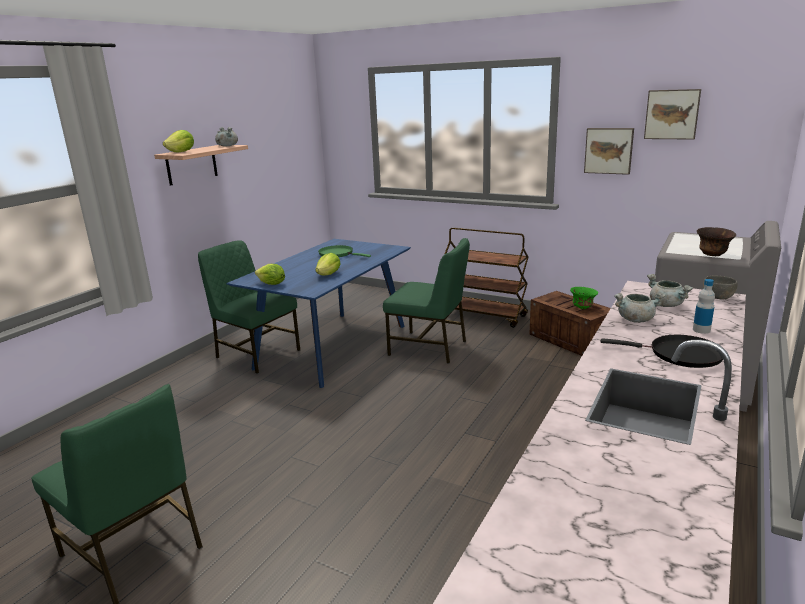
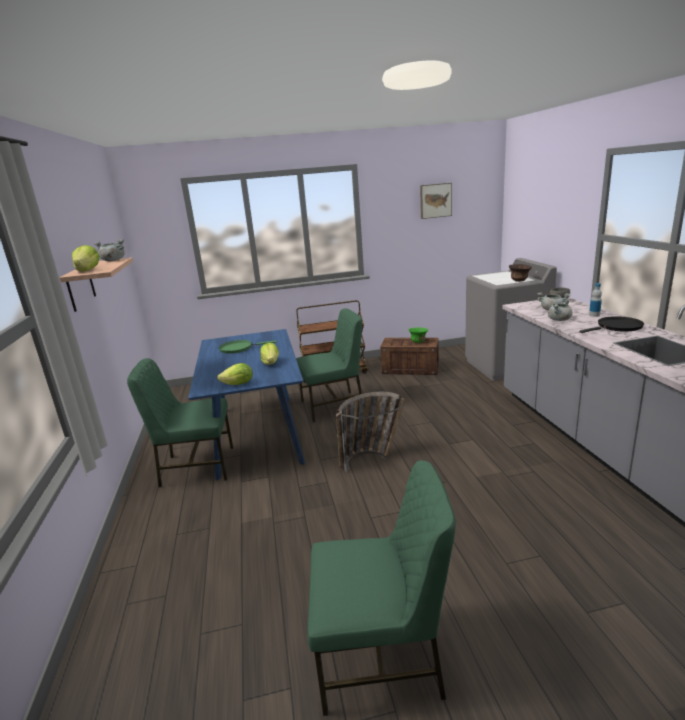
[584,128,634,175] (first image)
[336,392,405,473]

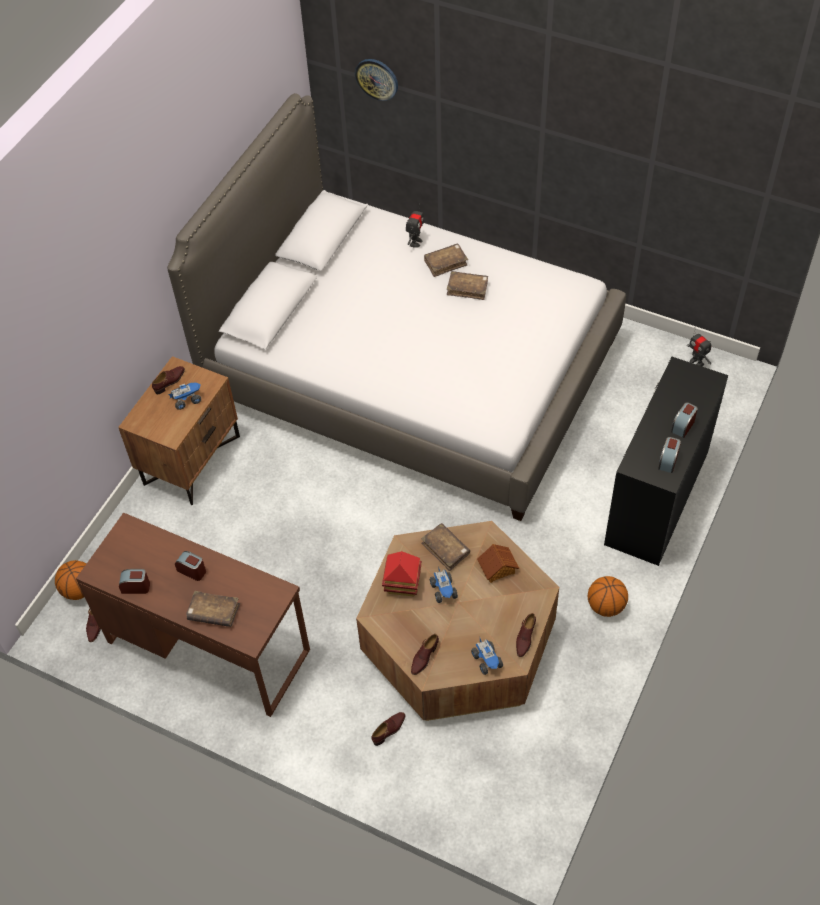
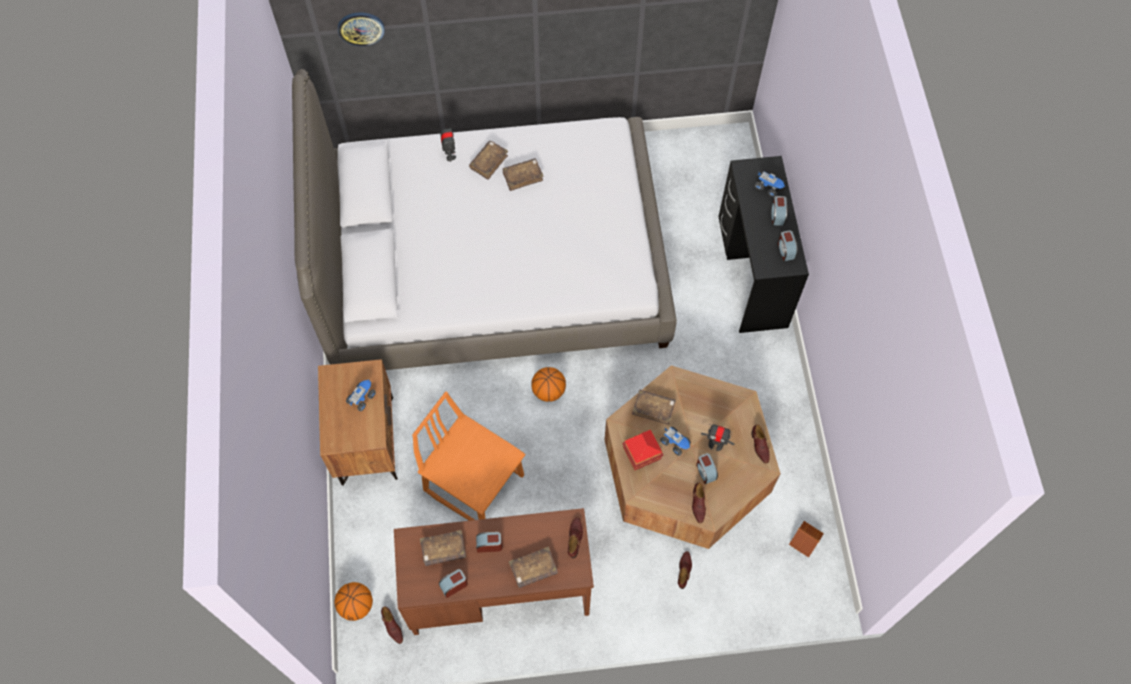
[412,391,526,521]
[420,530,466,566]
[696,453,718,484]
[568,517,583,559]
[755,171,785,197]
[789,521,824,557]
[532,367,566,402]
[701,424,734,451]

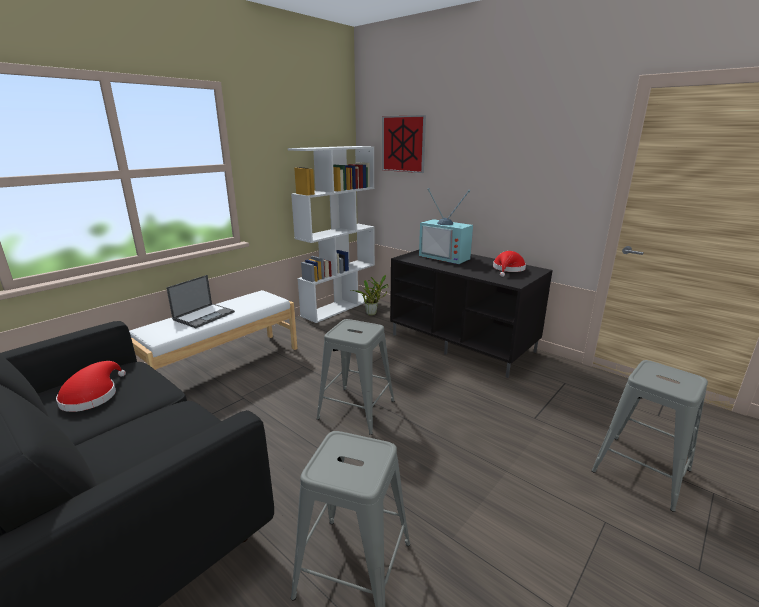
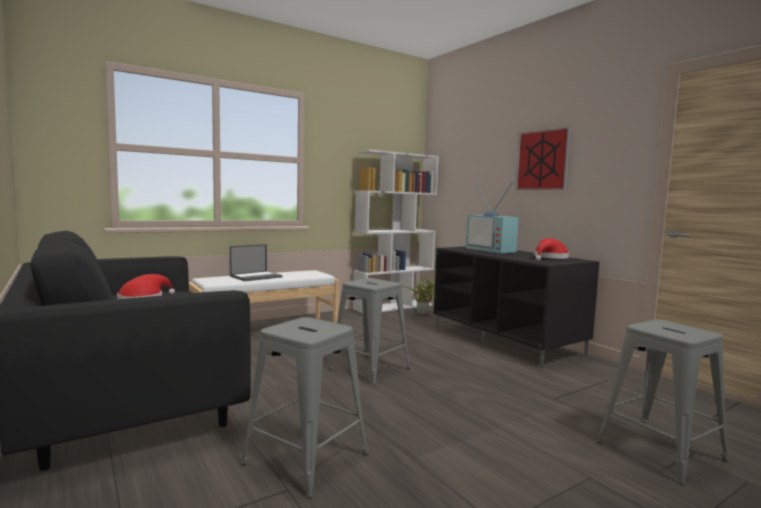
[515,127,571,190]

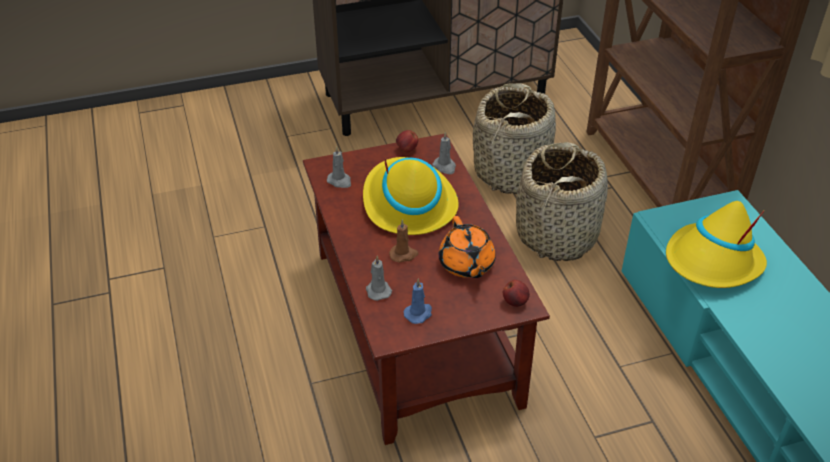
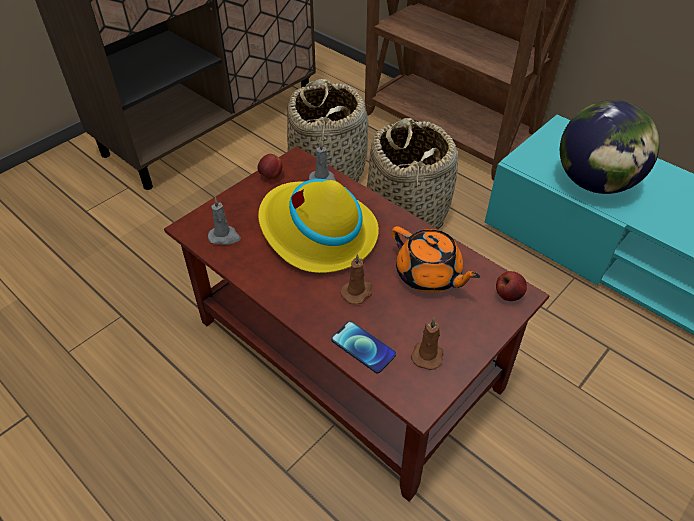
[331,321,396,373]
[560,100,660,194]
[411,318,443,370]

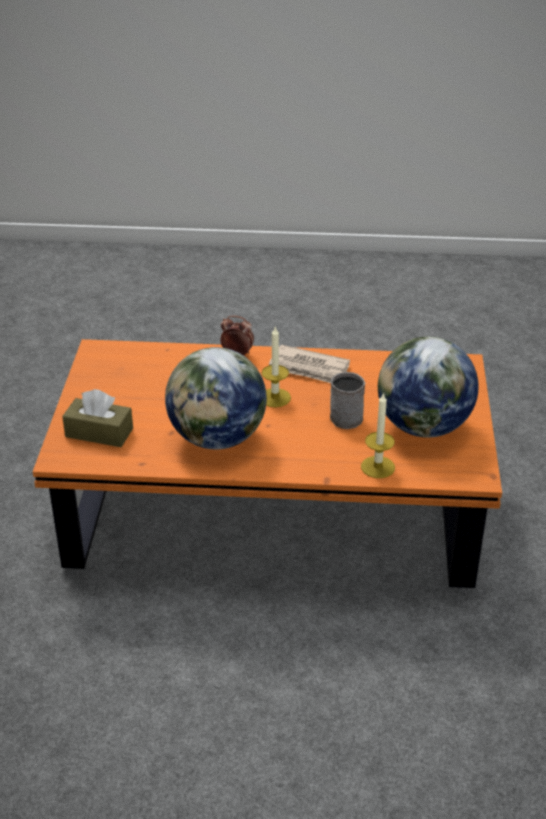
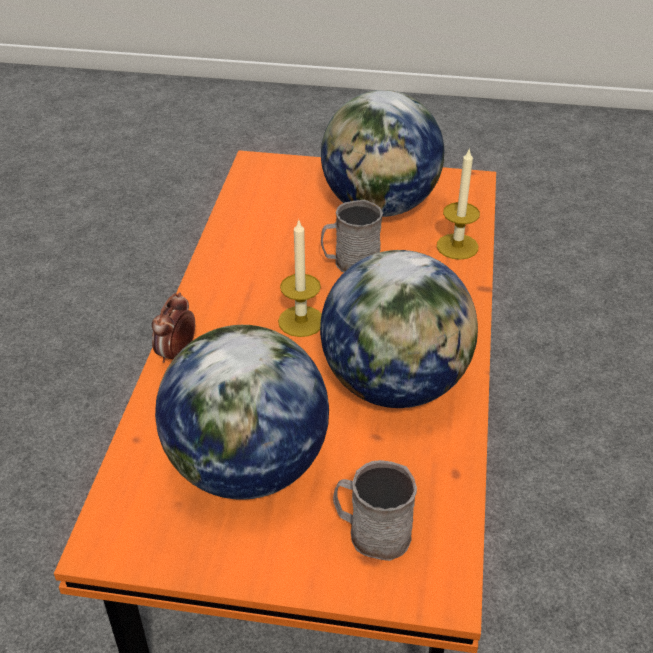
[269,345,350,383] (first image)
[155,325,329,500]
[333,460,417,561]

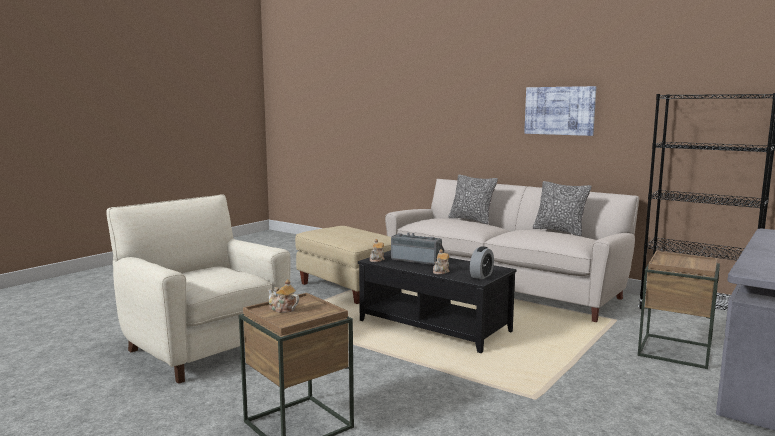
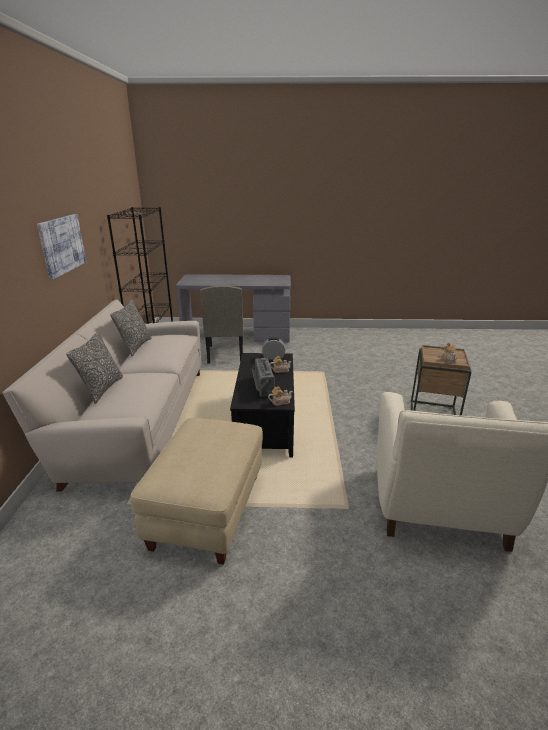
[200,285,243,364]

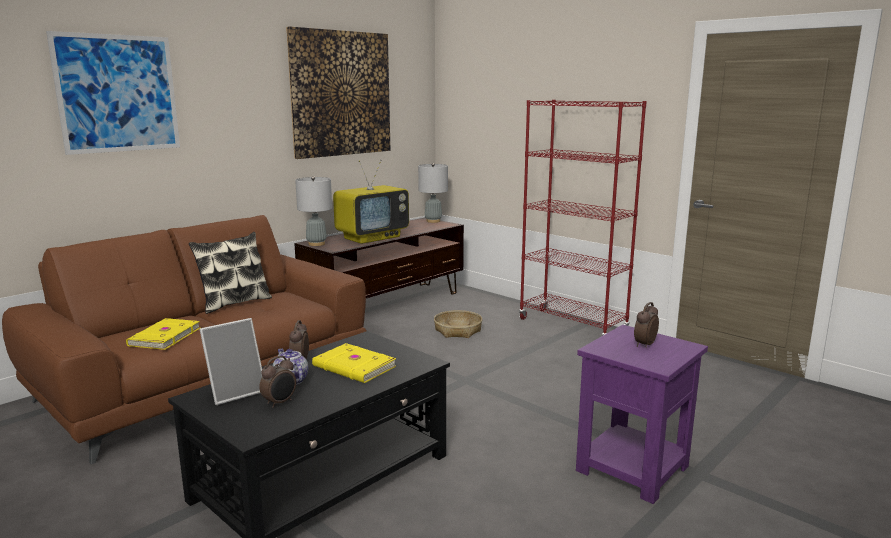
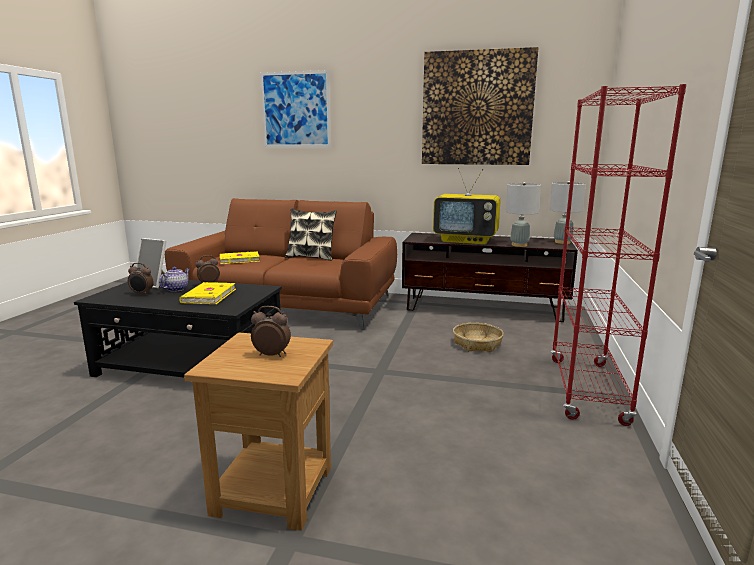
[506,182,541,247]
[184,333,333,531]

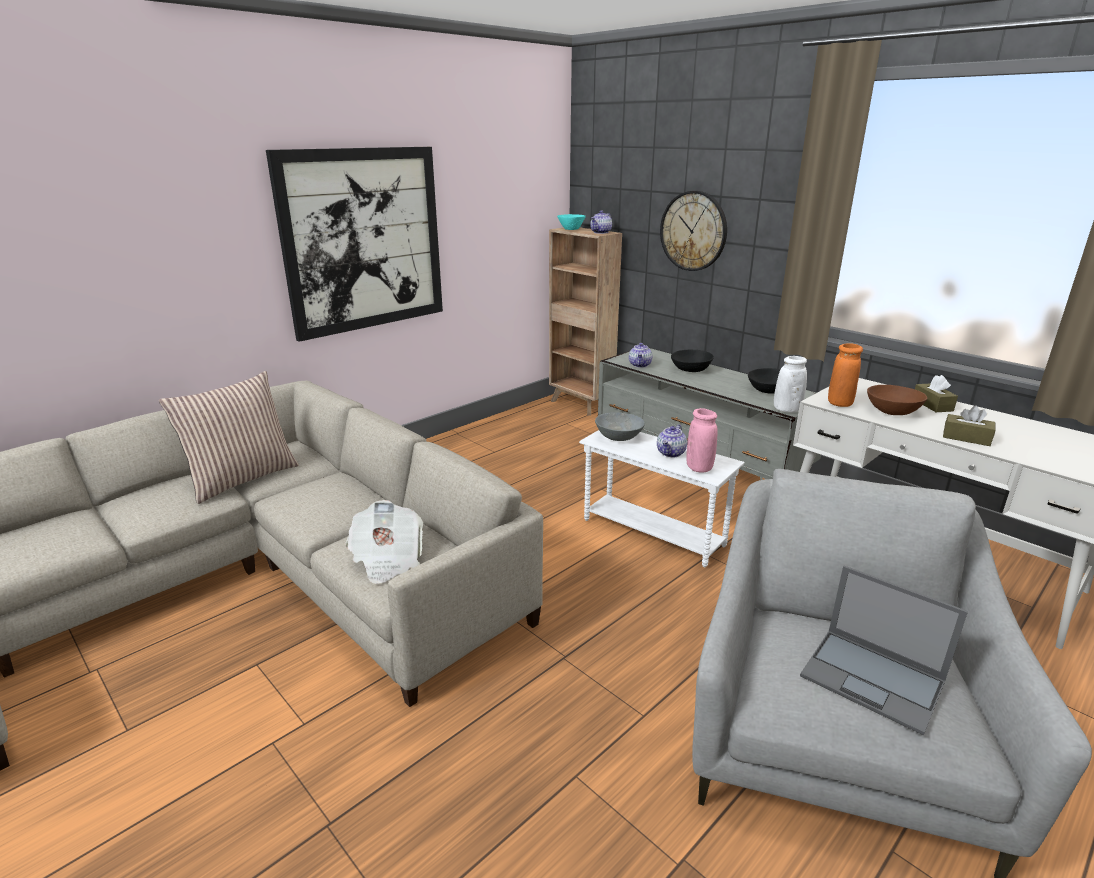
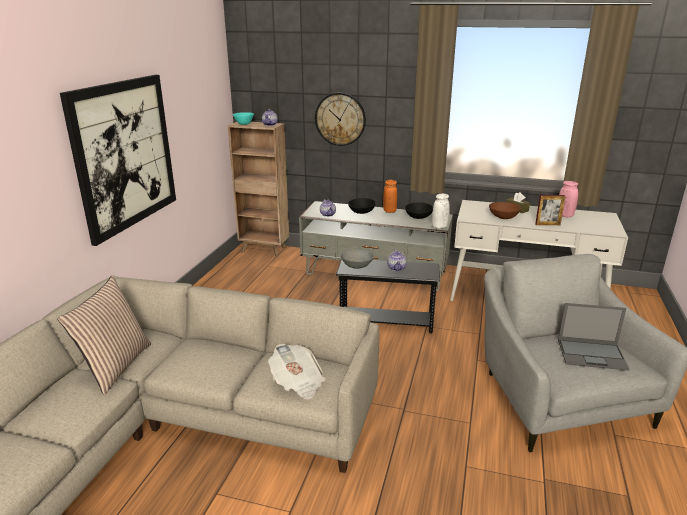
[559,181,578,217]
[383,180,397,213]
[535,195,566,225]
[336,258,440,334]

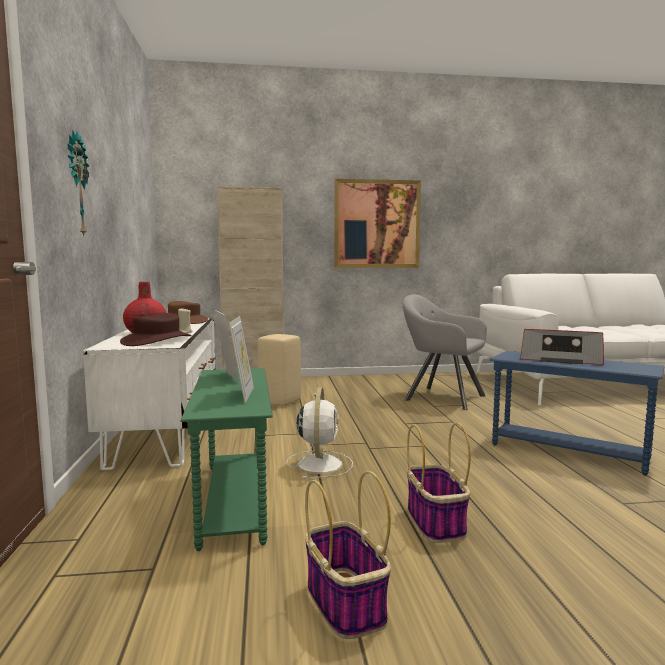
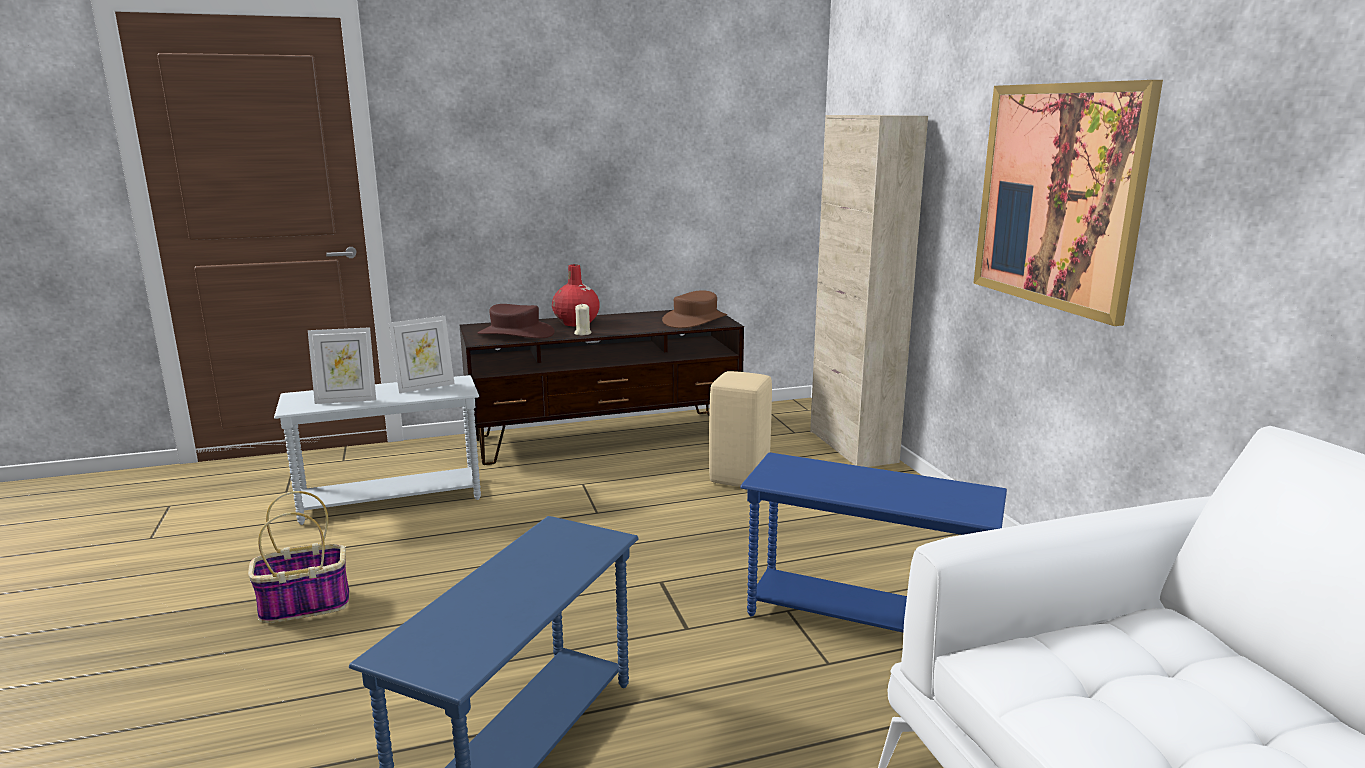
[68,130,89,237] (first image)
[286,387,353,479] (first image)
[305,471,391,639] (first image)
[520,329,604,365] (first image)
[740,452,1007,632]
[460,310,744,465]
[274,375,481,525]

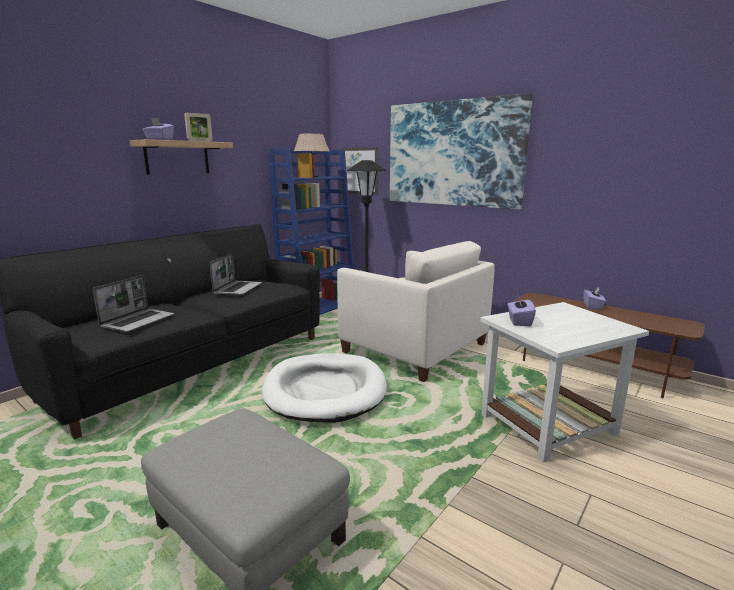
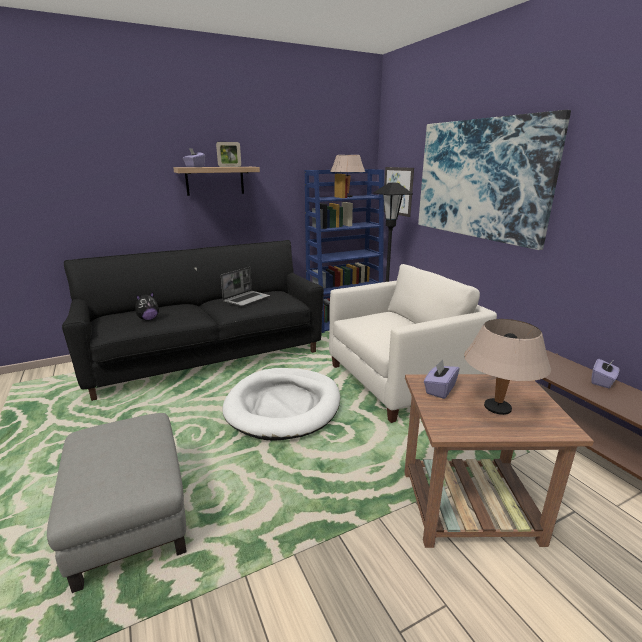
[464,319,551,415]
[136,292,159,320]
[405,374,594,548]
[329,264,497,423]

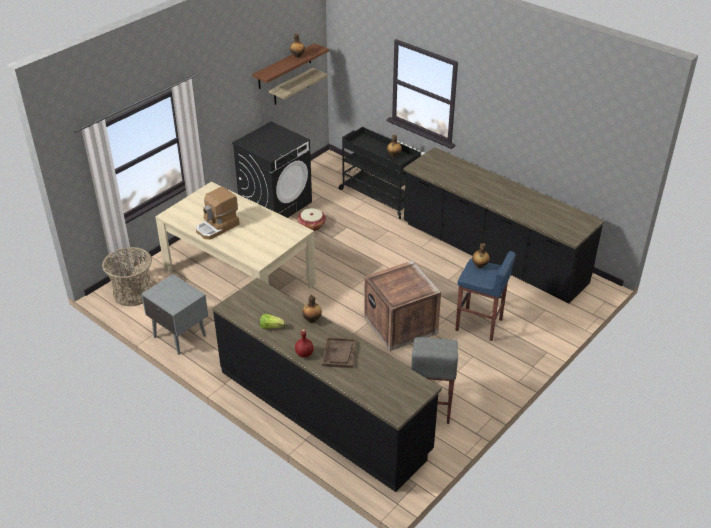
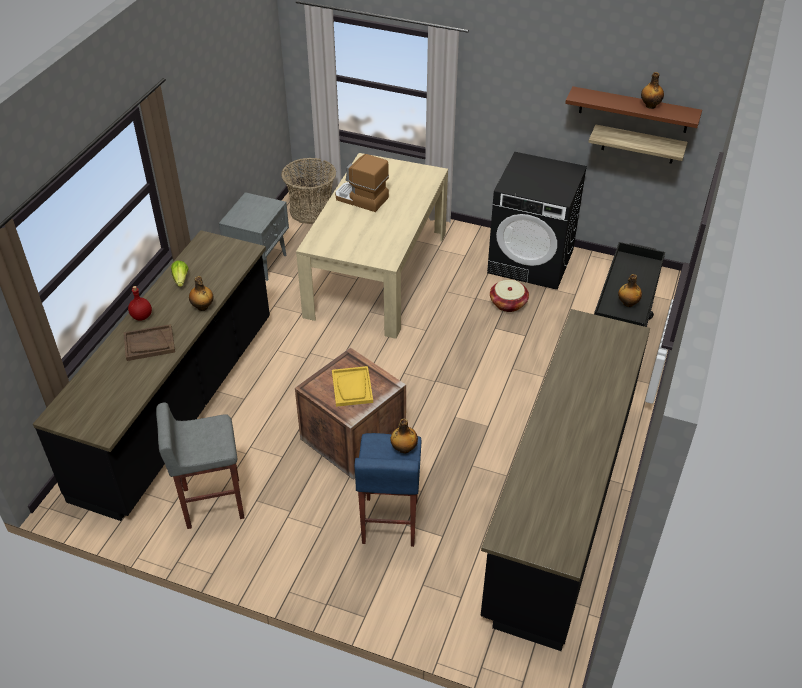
[332,366,373,407]

